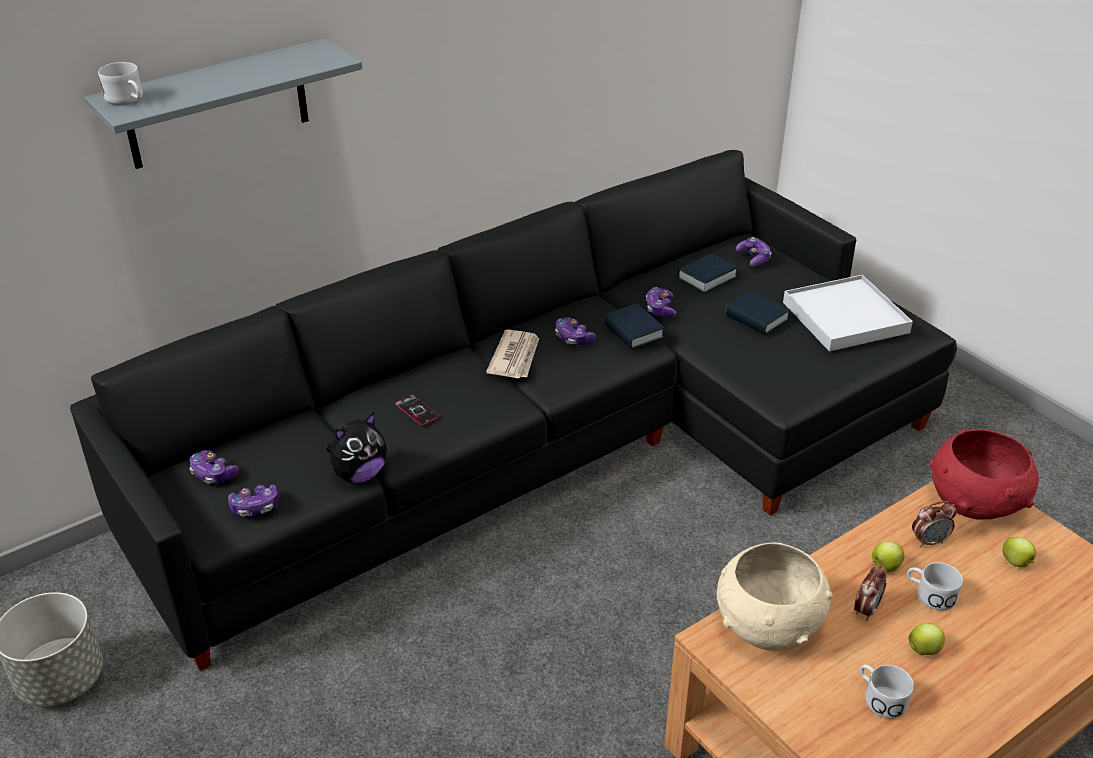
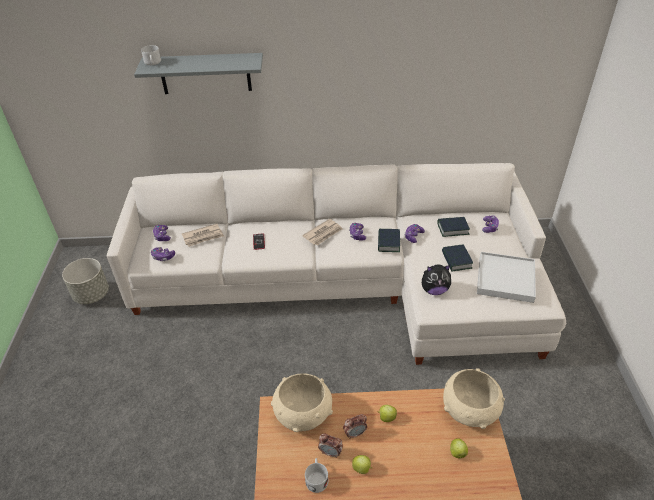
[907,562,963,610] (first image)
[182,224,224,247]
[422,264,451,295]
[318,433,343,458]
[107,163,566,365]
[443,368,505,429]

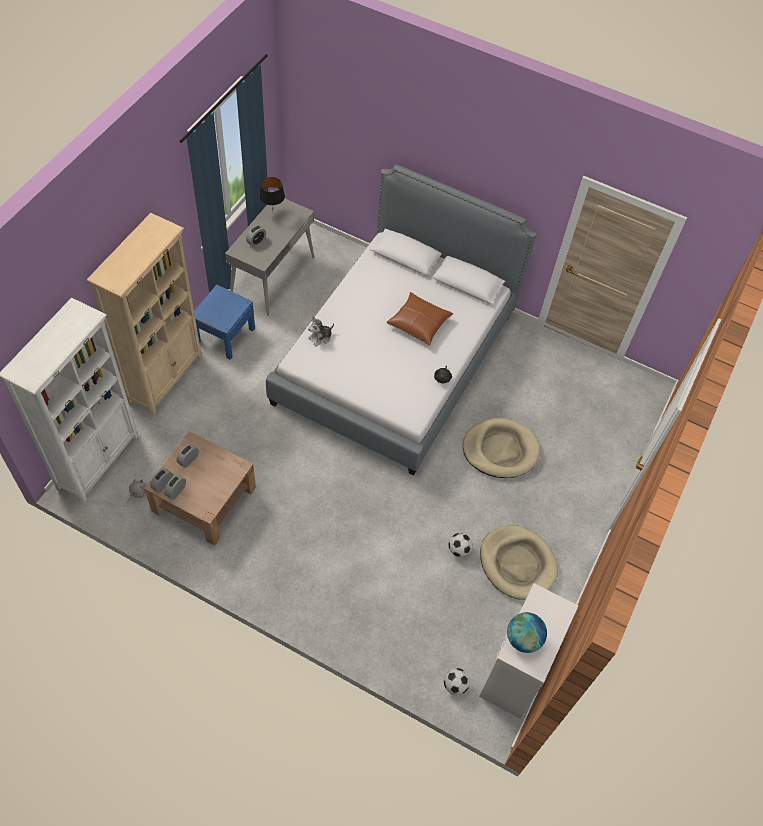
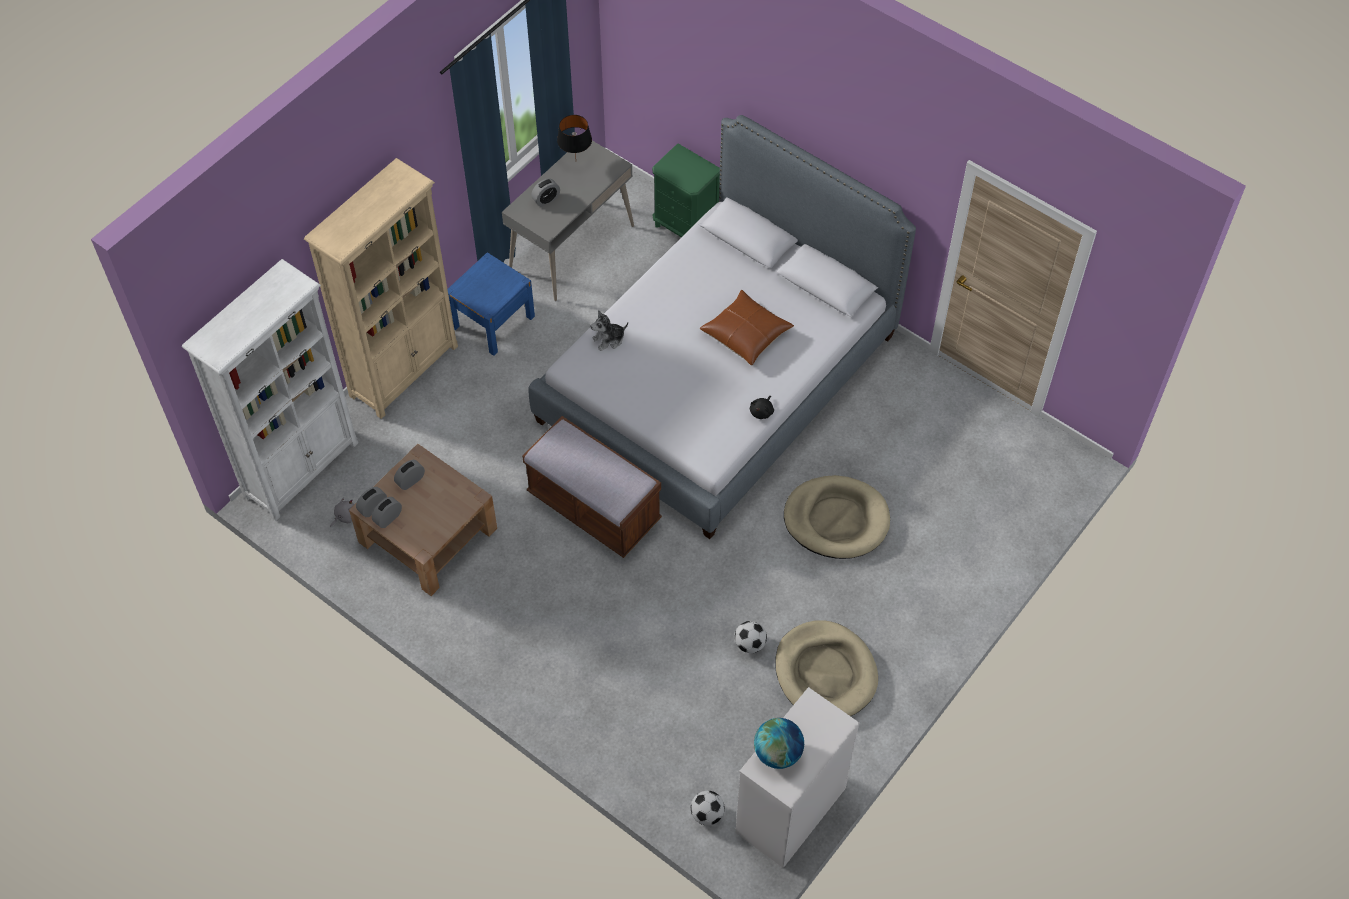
[522,416,662,558]
[652,143,720,237]

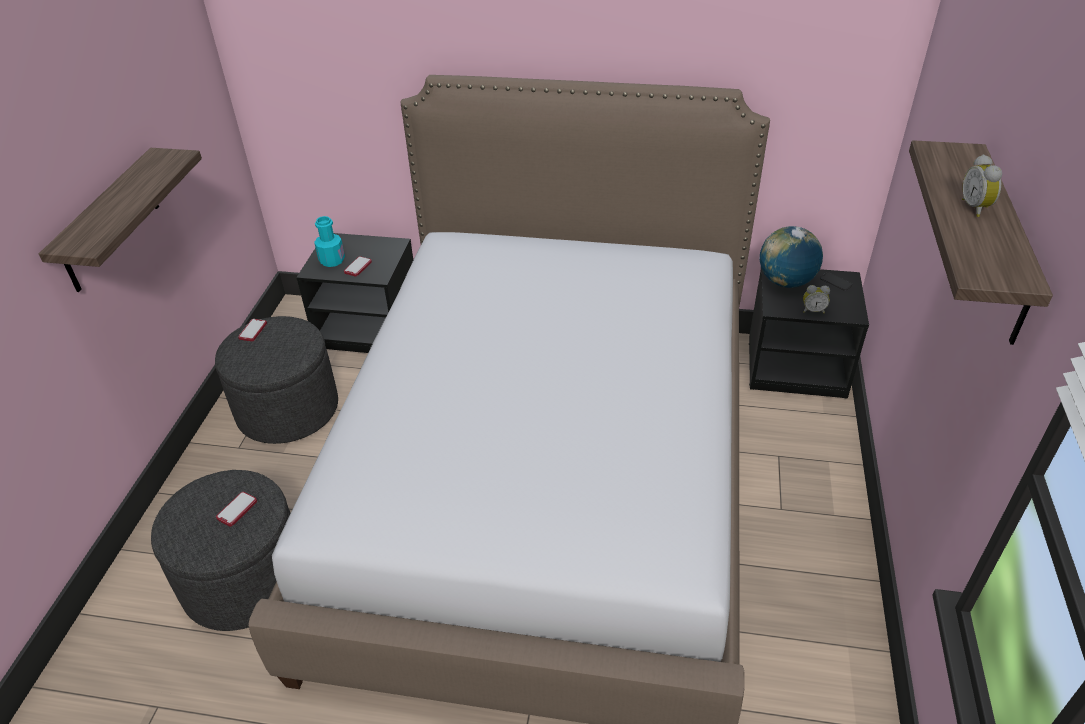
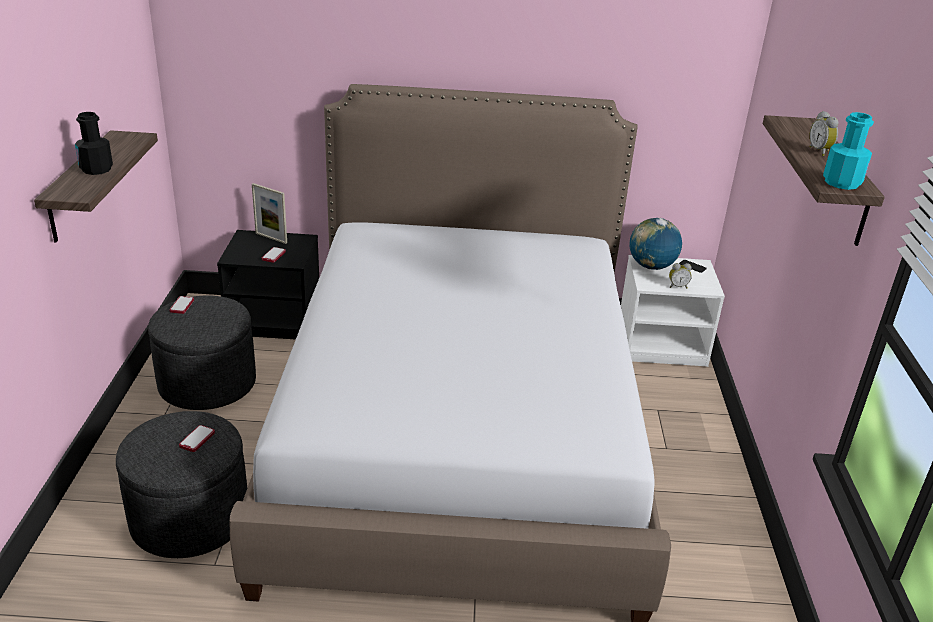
[75,112,113,175]
[252,183,287,244]
[823,112,874,190]
[621,255,725,367]

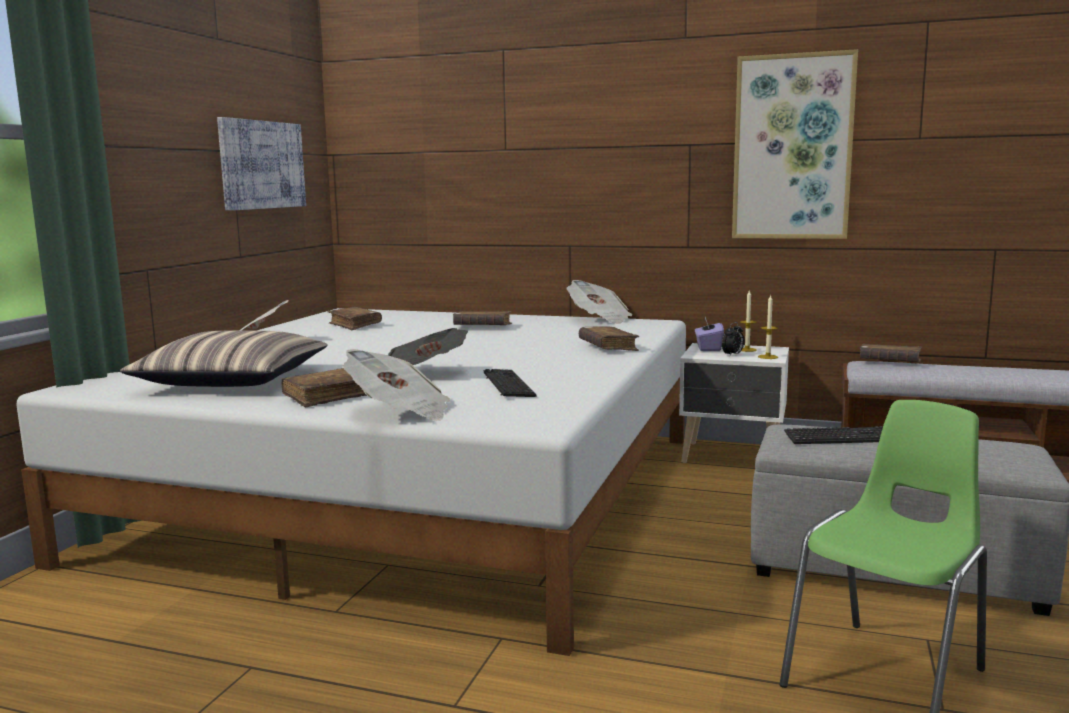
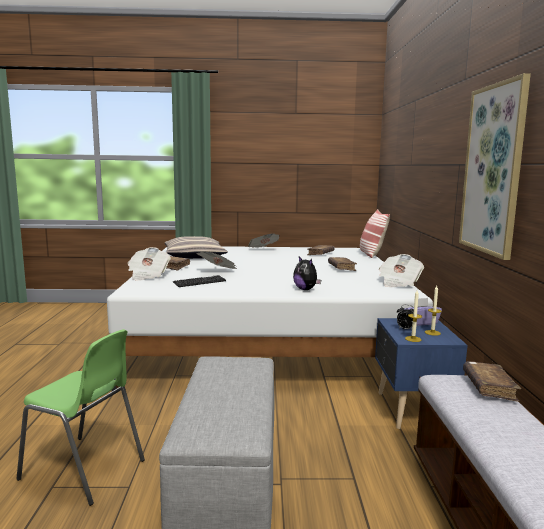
[217,117,306,211] (first image)
[784,426,883,444] (first image)
[360,209,390,258]
[293,256,321,290]
[375,318,468,429]

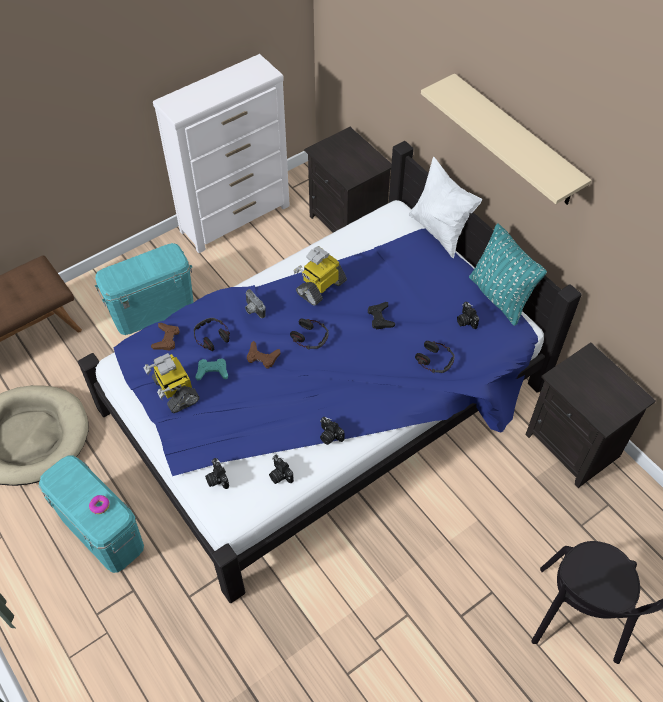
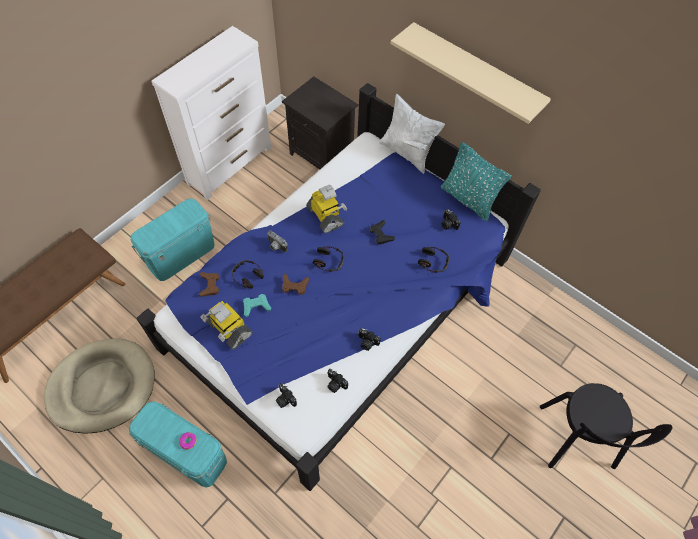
[525,342,656,488] (first image)
[306,184,347,233]

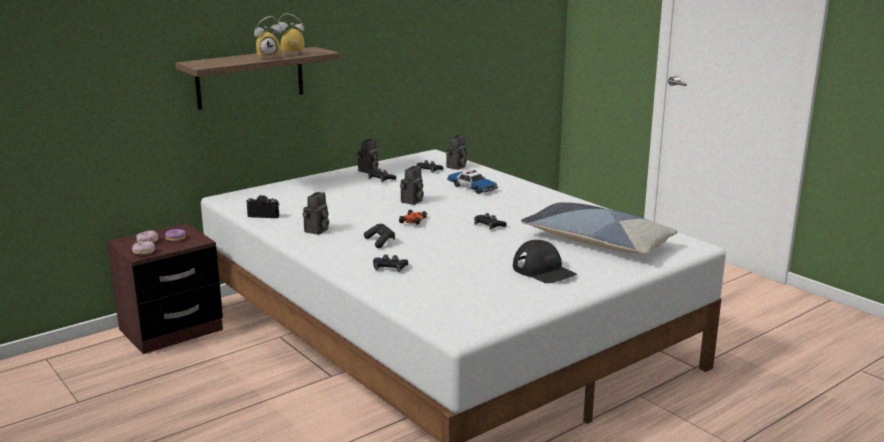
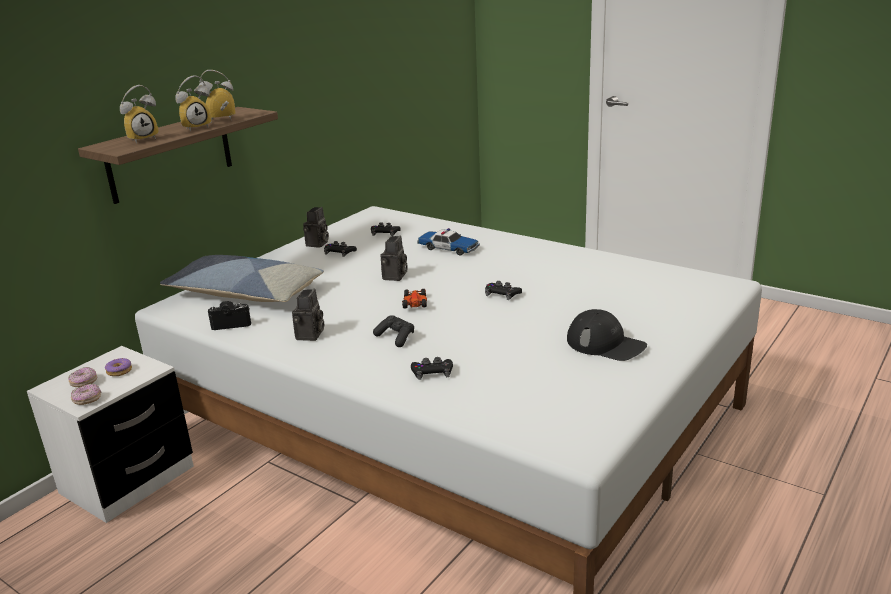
[446,135,467,170] (first image)
[120,85,159,143]
[160,255,324,302]
[27,346,194,523]

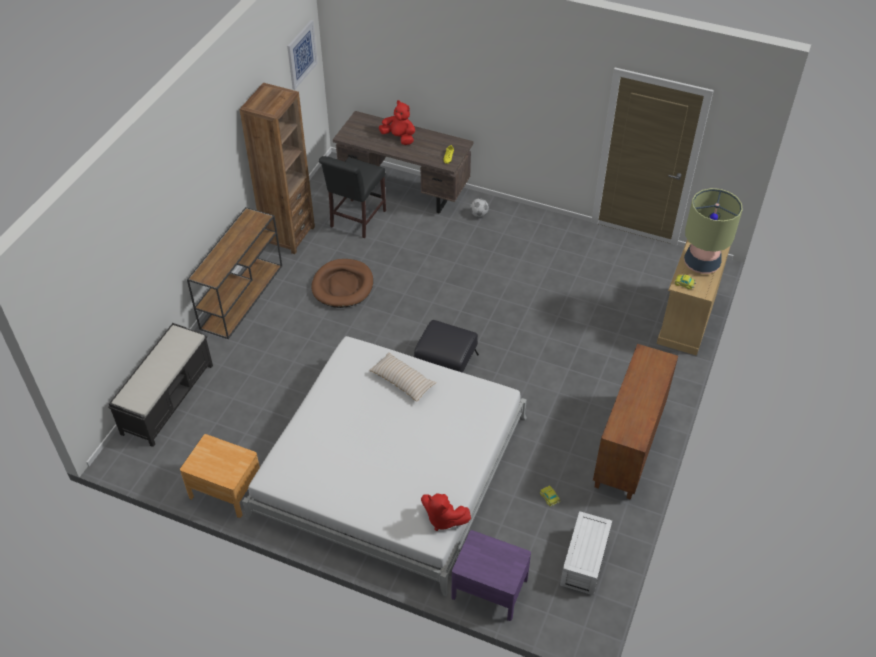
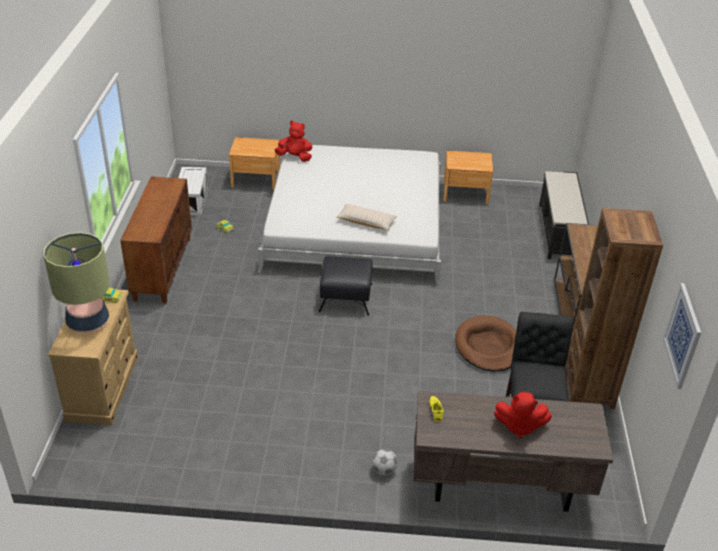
[229,137,280,191]

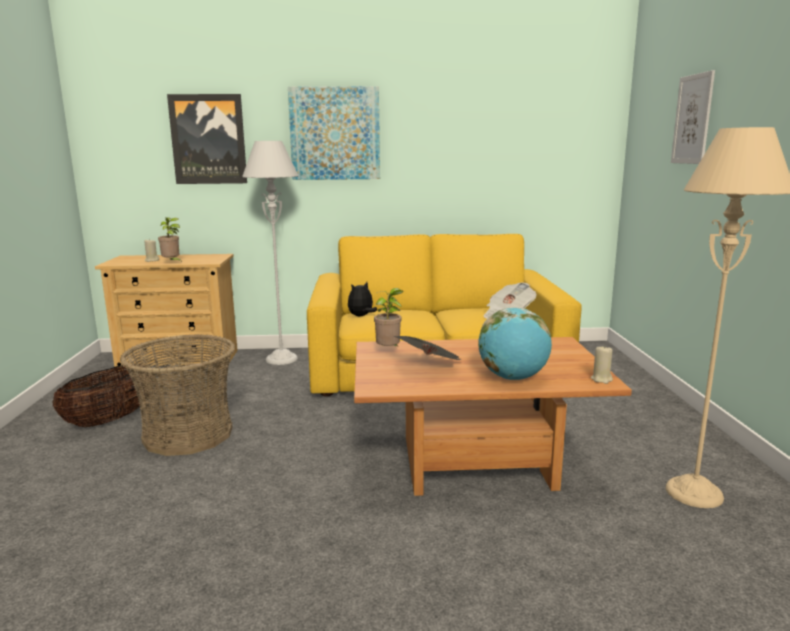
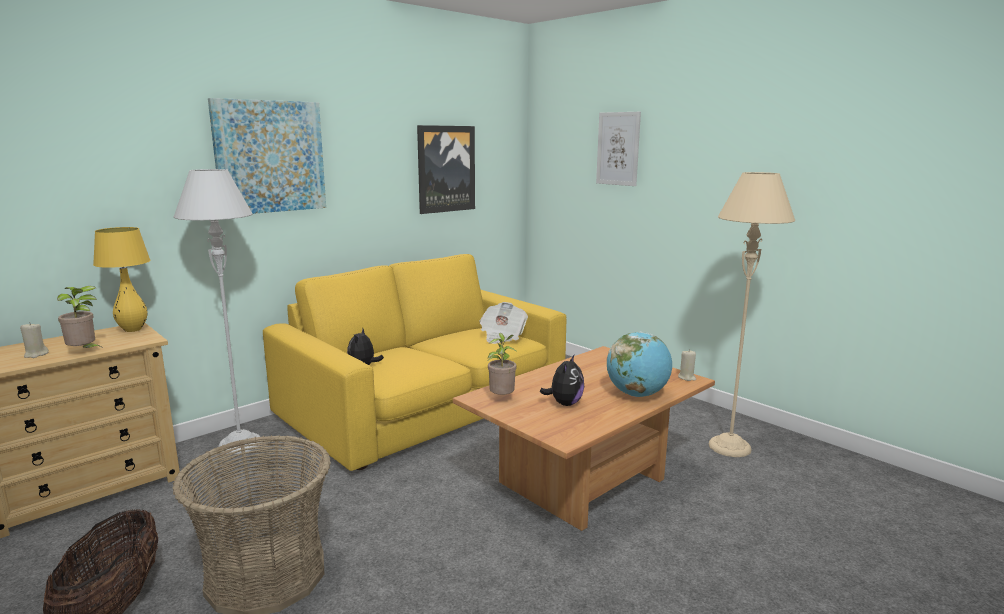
[93,227,151,332]
[417,125,475,214]
[540,355,584,406]

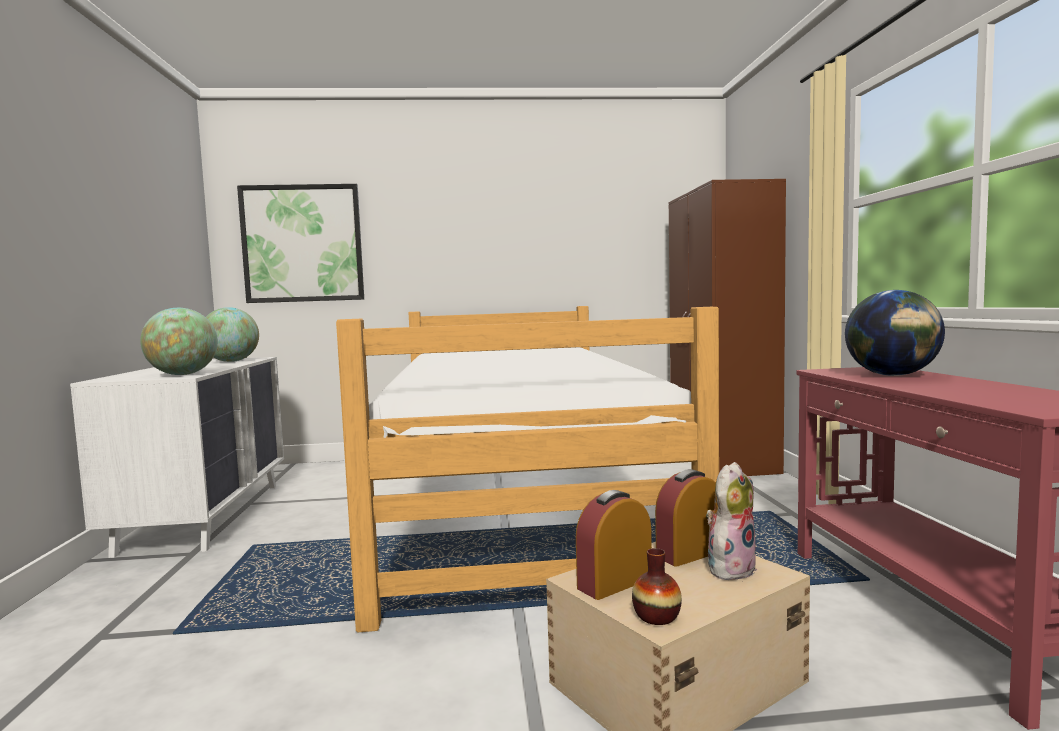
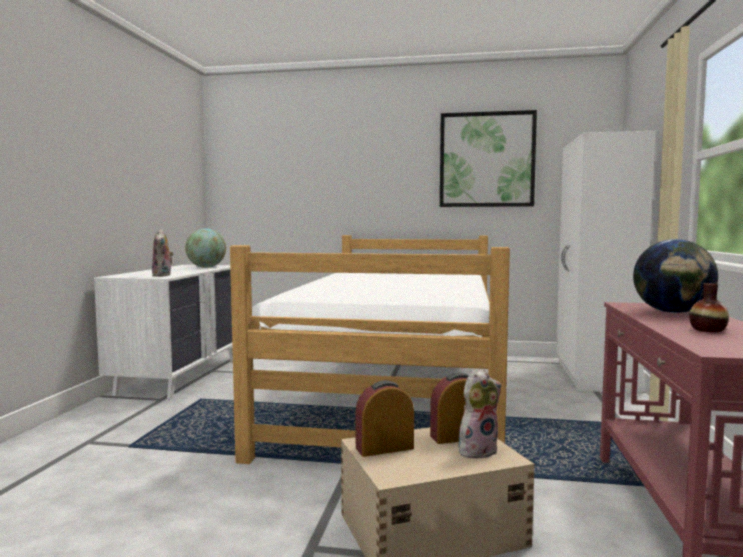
[440,110,537,207]
[689,283,729,332]
[152,229,173,277]
[556,131,656,394]

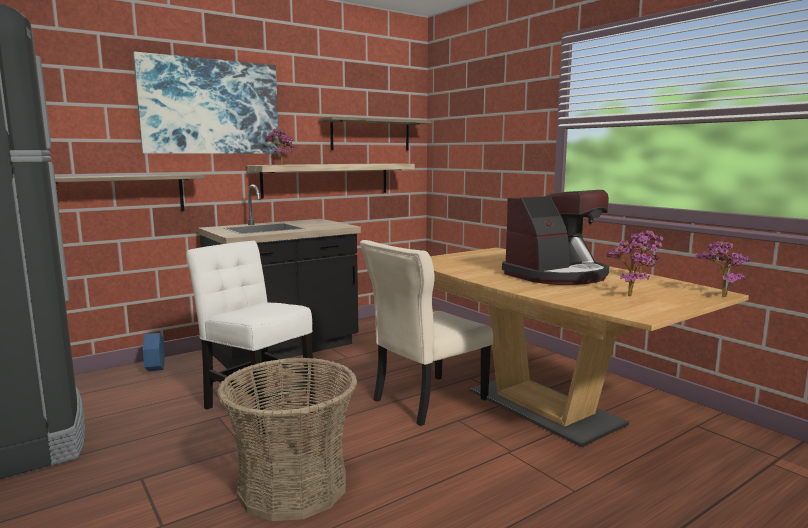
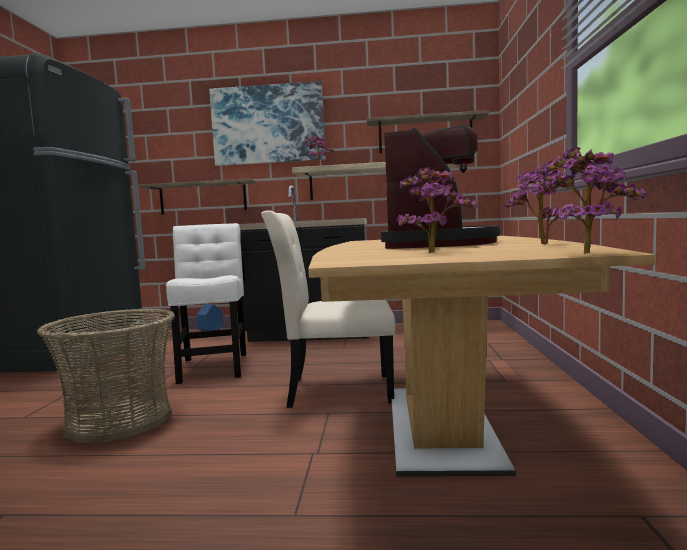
[381,125,500,249]

